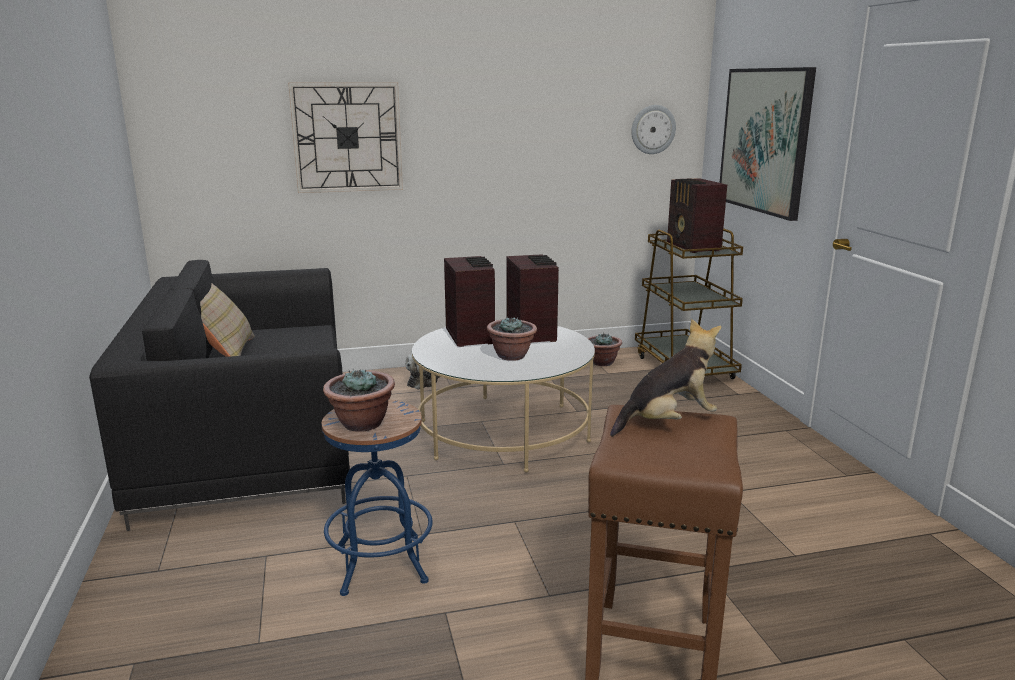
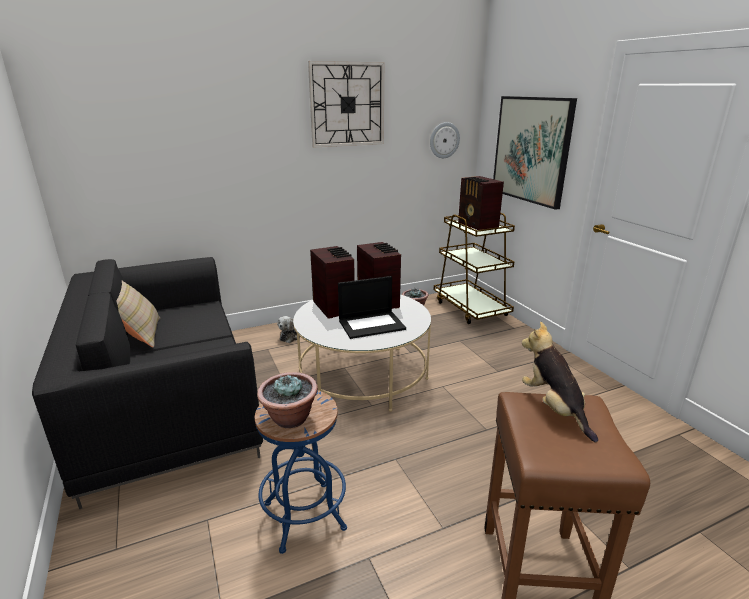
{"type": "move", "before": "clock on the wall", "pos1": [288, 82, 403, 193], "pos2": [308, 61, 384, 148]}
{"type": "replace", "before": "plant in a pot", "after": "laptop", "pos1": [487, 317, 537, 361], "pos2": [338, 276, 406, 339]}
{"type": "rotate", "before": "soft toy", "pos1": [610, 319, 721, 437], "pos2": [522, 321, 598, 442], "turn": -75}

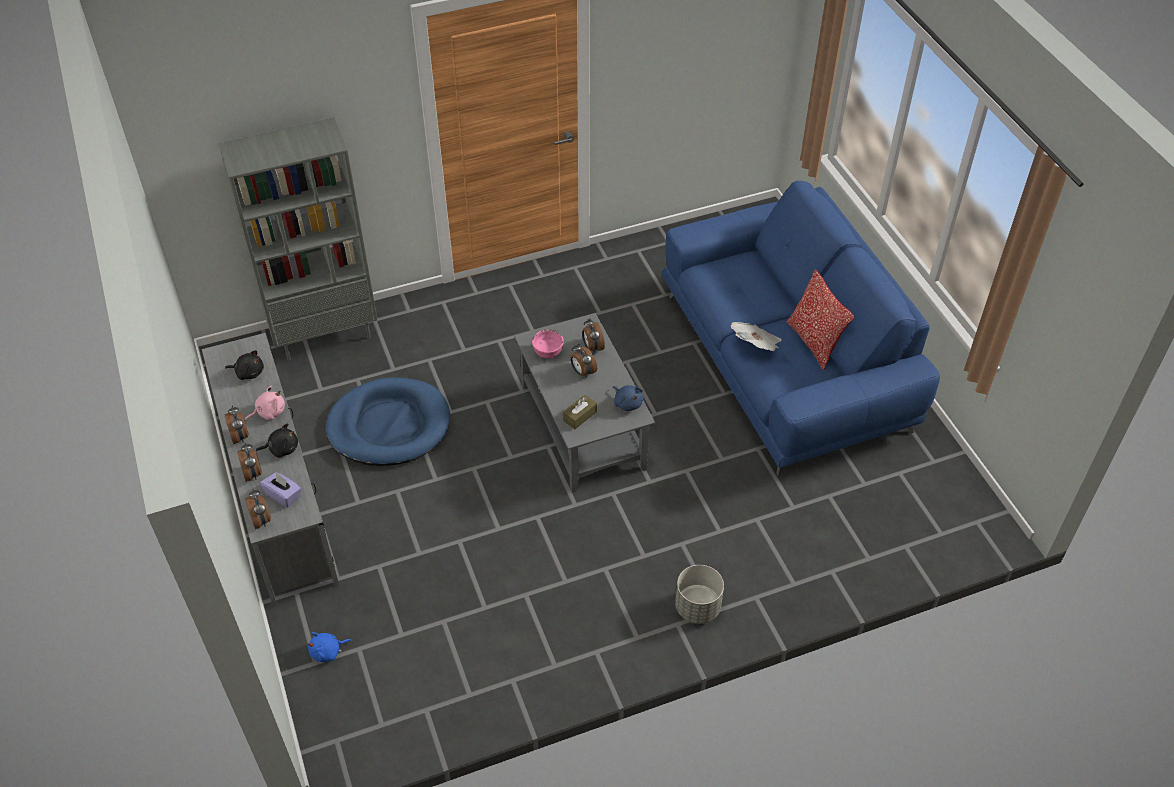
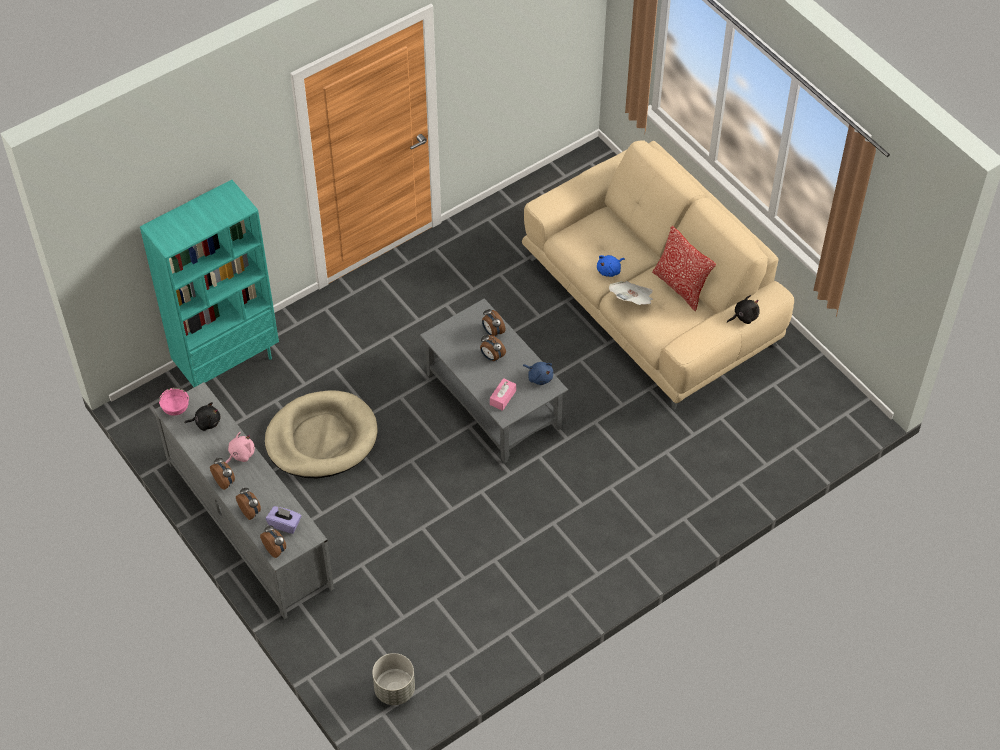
{"type": "recolor", "before": "bookcase (greyish)", "after": "bookcase (turquoise-coloured)", "pos1": [218, 118, 378, 360], "pos2": [140, 180, 279, 387]}
{"type": "move", "before": "soft toy (blackish)", "pos1": [256, 424, 298, 458], "pos2": [727, 295, 760, 324]}
{"type": "move", "before": "soft toy (blue-coloured)", "pos1": [308, 632, 352, 662], "pos2": [597, 255, 625, 277]}
{"type": "recolor", "before": "pet bed (blue-coloured)", "after": "pet bed (beige)", "pos1": [326, 378, 450, 466], "pos2": [265, 390, 378, 479]}
{"type": "move", "before": "bowl (pink-coloured)", "pos1": [532, 330, 564, 358], "pos2": [159, 388, 189, 416]}
{"type": "recolor", "before": "tissue box (brown)", "after": "tissue box (pink-coloured)", "pos1": [563, 395, 597, 429], "pos2": [490, 378, 516, 411]}
{"type": "recolor", "before": "sofa (blue-coloured)", "after": "sofa (beige)", "pos1": [661, 181, 940, 476], "pos2": [522, 141, 794, 410]}
{"type": "move", "before": "flower pot (greyish)", "pos1": [675, 565, 724, 624], "pos2": [372, 653, 415, 705]}

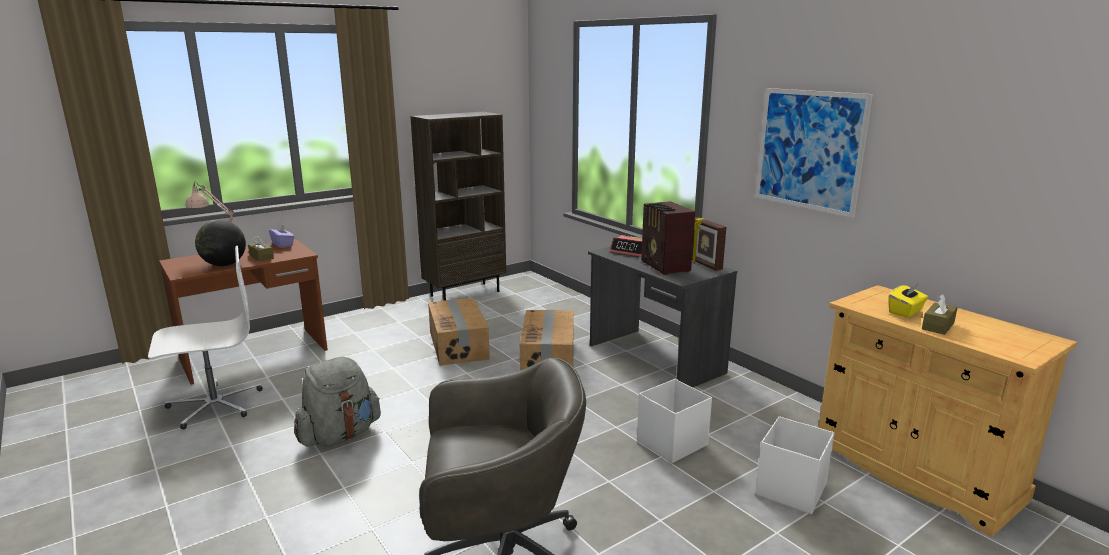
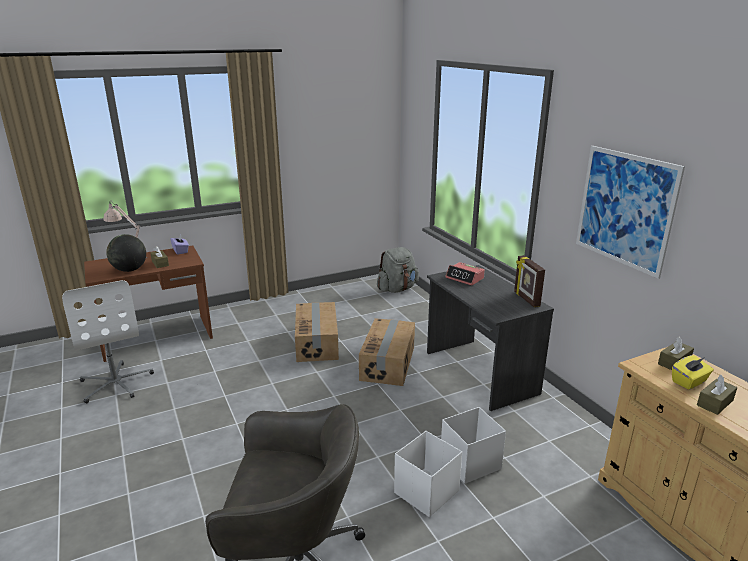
{"type": "rotate", "before": "computer chair (whitish)", "pos1": [148, 246, 263, 429], "pos2": [62, 280, 154, 403], "turn": 75}
{"type": "move", "before": "knapsack (greyish)", "pos1": [294, 357, 381, 447], "pos2": [377, 247, 419, 293]}
{"type": "delete", "before": "bookcase (brown)", "pos1": [410, 112, 506, 301]}
{"type": "delete", "before": "radio", "pos1": [641, 201, 695, 275]}
{"type": "move", "before": "storage bin (whitish)", "pos1": [755, 416, 835, 514], "pos2": [394, 431, 462, 517]}
{"type": "insert", "after": "tissue box (brown)", "pos2": [658, 336, 694, 370]}

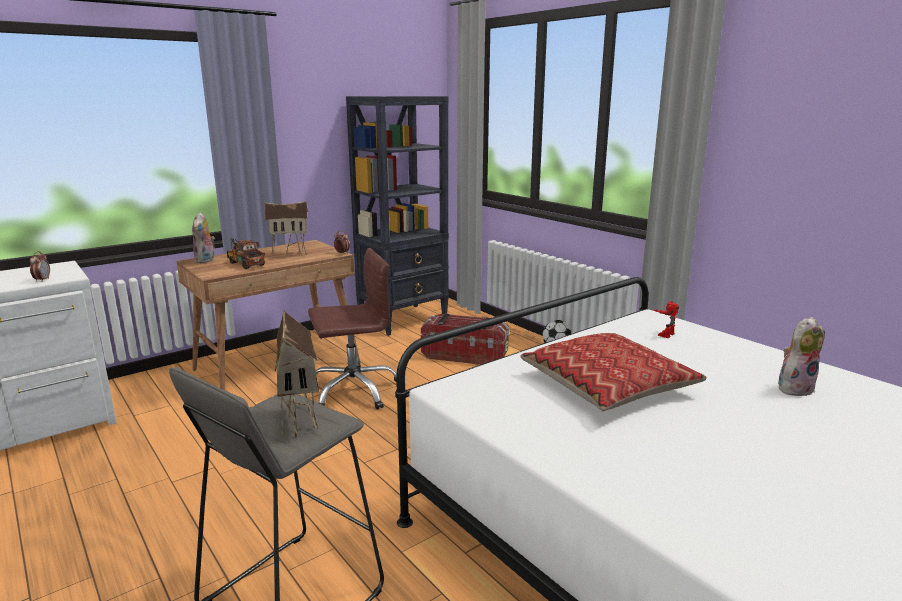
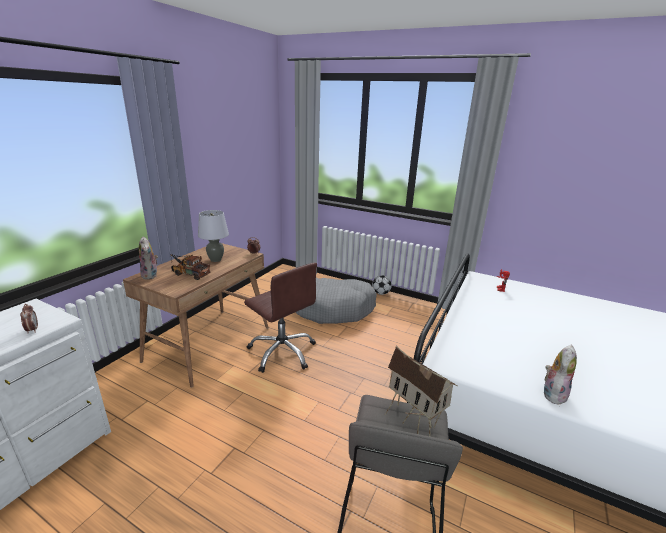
{"type": "replace", "before": "model house", "after": "tabletop lamp (greyish)", "pos1": [264, 201, 308, 257], "pos2": [198, 210, 229, 262]}
{"type": "rotate", "before": "computer chair (brown)", "pos1": [308, 248, 397, 410], "pos2": [244, 262, 317, 373], "turn": 90}
{"type": "delete", "before": "bookcase (blackish)", "pos1": [346, 96, 449, 336]}
{"type": "replace", "before": "storage bin", "after": "pet bed (greyish)", "pos1": [421, 314, 509, 365], "pos2": [296, 277, 377, 324]}
{"type": "delete", "before": "throw pillow", "pos1": [520, 333, 707, 411]}
{"type": "move", "before": "soft toy", "pos1": [778, 317, 825, 396], "pos2": [543, 345, 577, 404]}

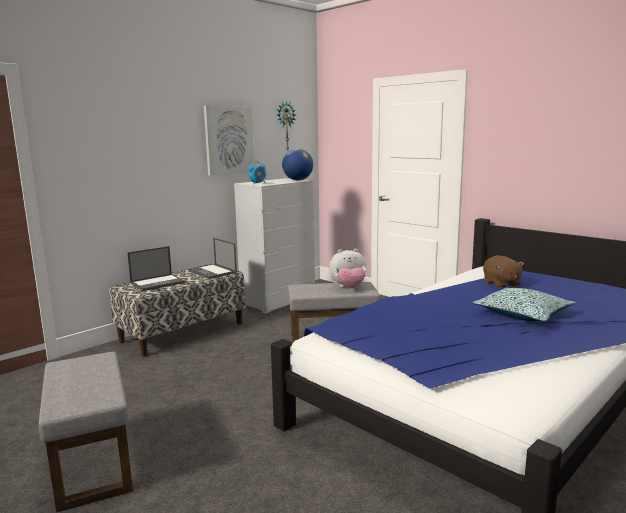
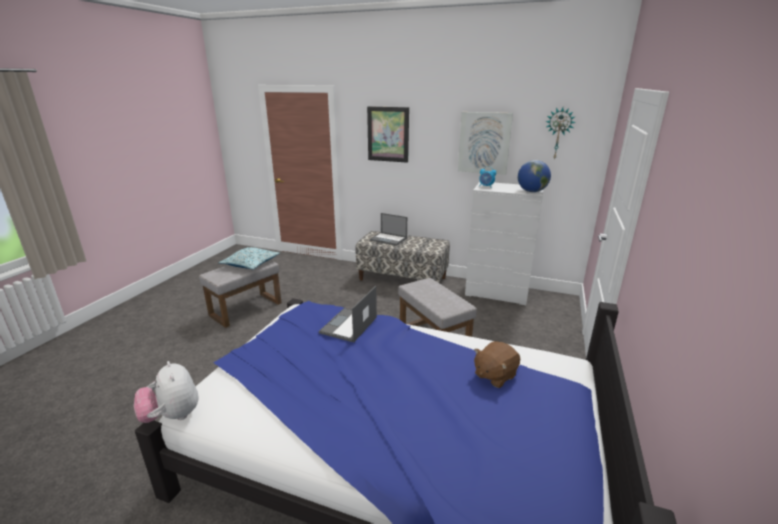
{"type": "move", "before": "laptop", "pos1": [188, 238, 237, 279], "pos2": [319, 286, 377, 343]}
{"type": "move", "before": "soft toy", "pos1": [330, 249, 366, 288], "pos2": [134, 361, 198, 423]}
{"type": "move", "before": "throw pillow", "pos1": [472, 287, 576, 322], "pos2": [219, 247, 280, 269]}
{"type": "insert", "after": "wall art", "pos2": [367, 106, 409, 163]}

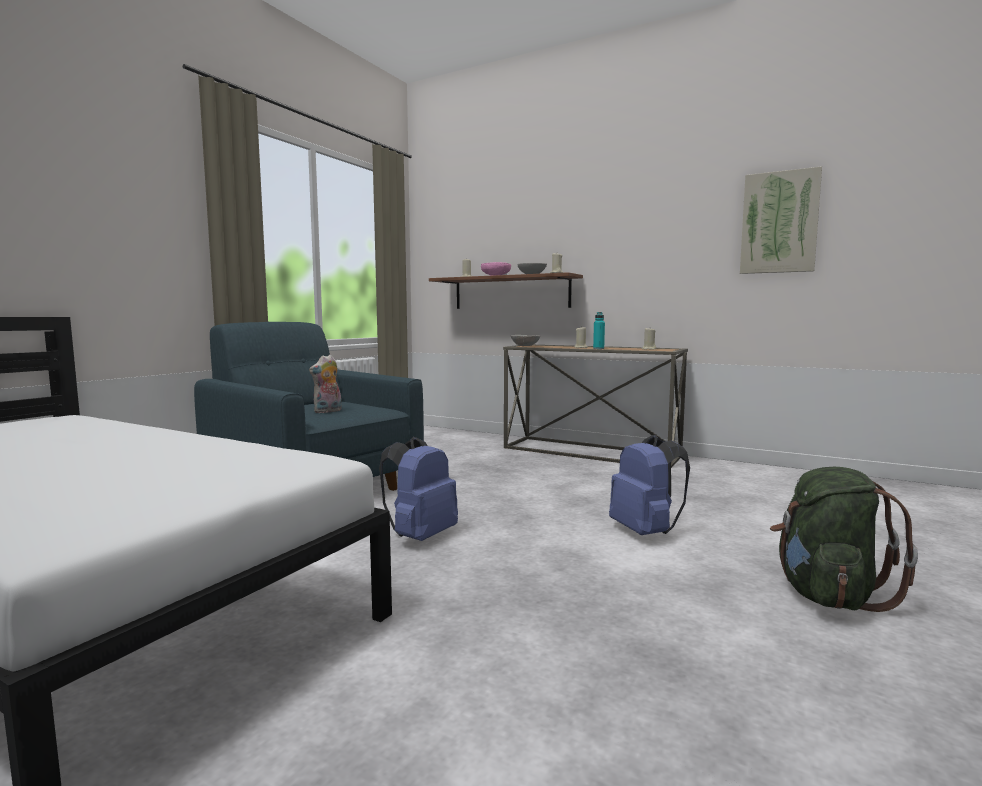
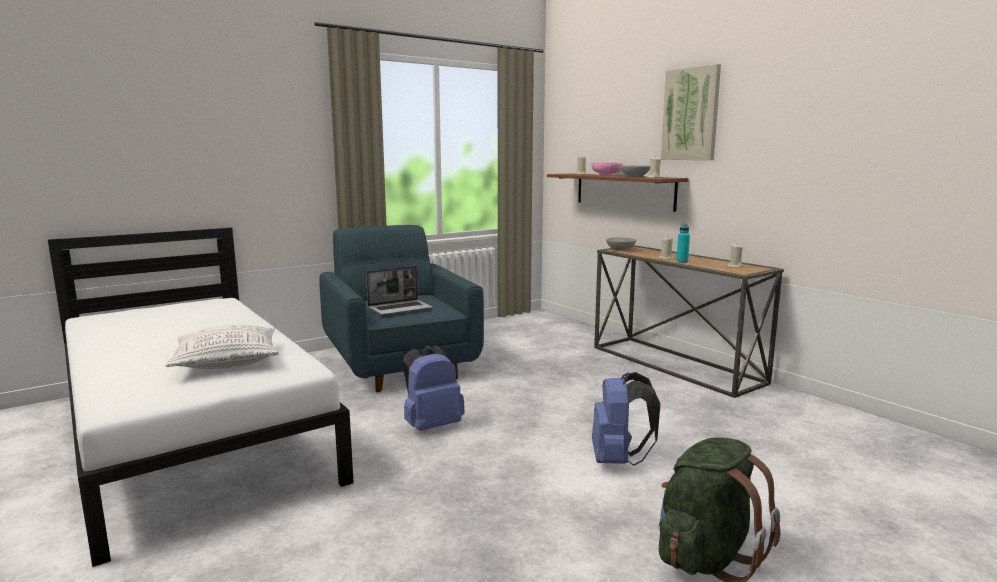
{"type": "replace", "before": "soft toy", "after": "laptop", "pos1": [309, 355, 342, 413], "pos2": [366, 266, 433, 316]}
{"type": "move", "before": "wall art", "pos1": [740, 166, 822, 274], "pos2": [661, 64, 721, 160]}
{"type": "insert", "after": "throw pillow", "pos2": [165, 325, 279, 369]}

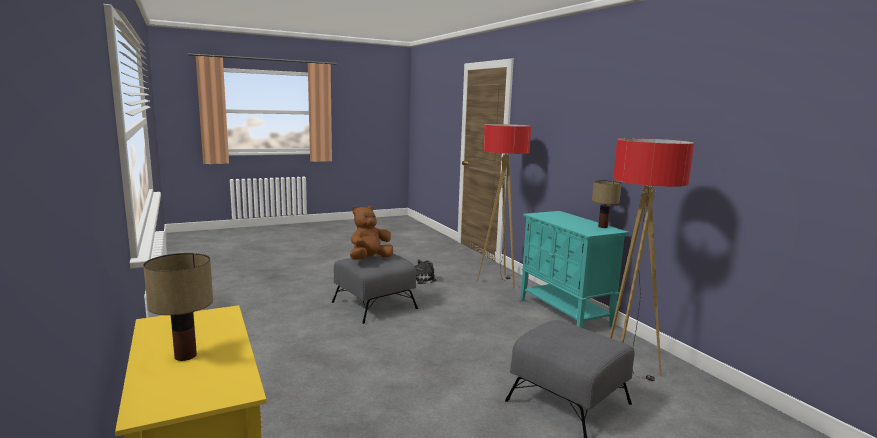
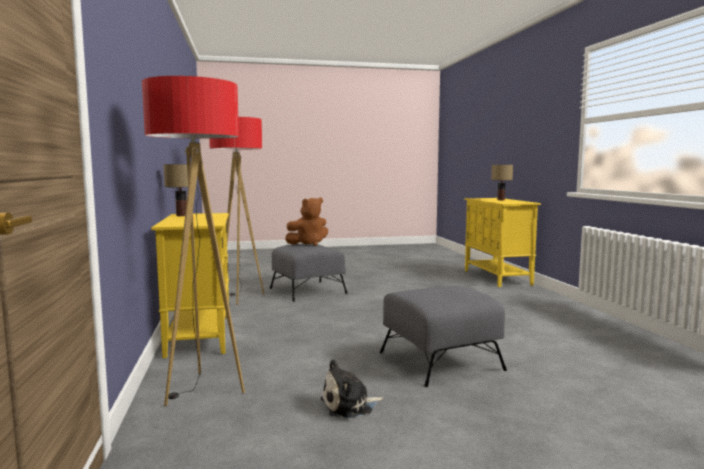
{"type": "move", "before": "soft toy (brown)", "pos1": [350, 206, 393, 260], "pos2": [285, 197, 328, 246]}
{"type": "recolor", "before": "cabinet (turquoise-coloured)", "after": "cabinet (yellowish)", "pos1": [521, 211, 629, 328], "pos2": [151, 213, 229, 358]}

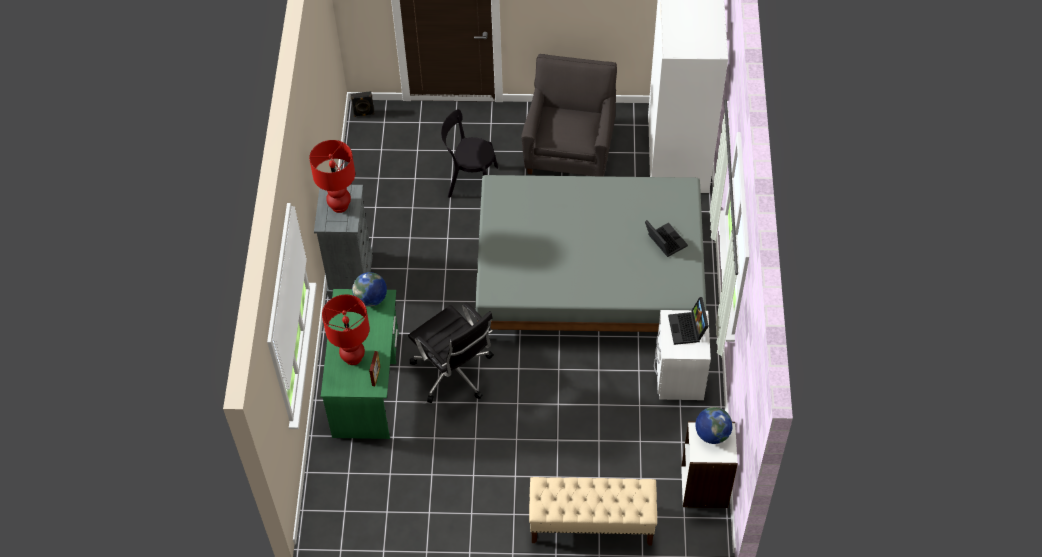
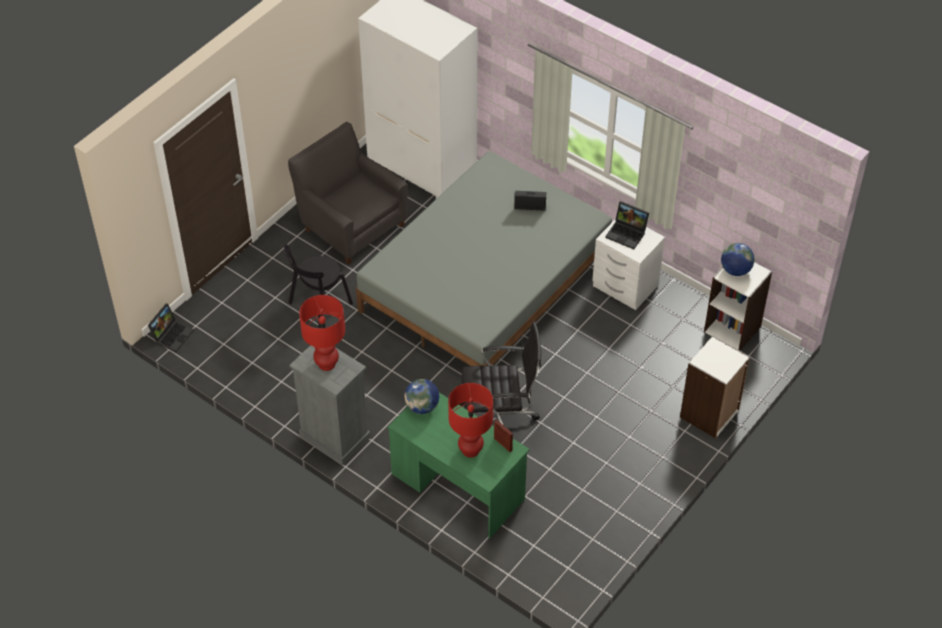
{"type": "replace", "before": "speaker (blackish)", "after": "laptop", "pos1": [350, 91, 375, 117], "pos2": [148, 304, 194, 352]}
{"type": "replace", "before": "bench (beige)", "after": "bookcase (whitish)", "pos1": [529, 477, 657, 545], "pos2": [680, 336, 750, 438]}

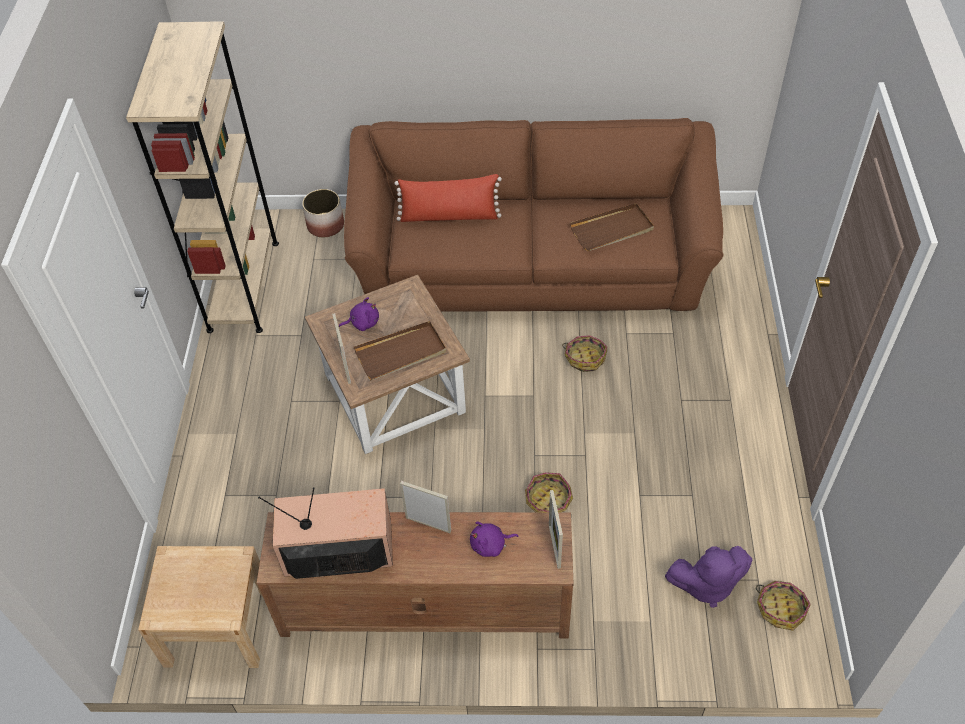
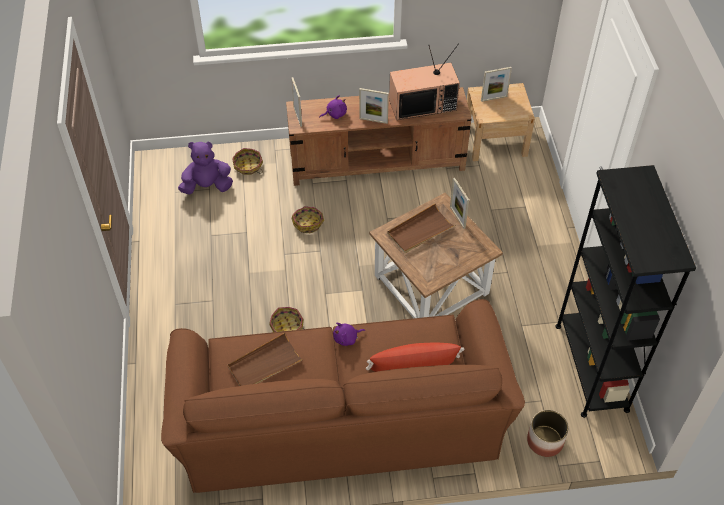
{"type": "recolor", "before": "bookcase (beige)", "after": "bookcase (blackish)", "pos1": [126, 21, 279, 333], "pos2": [555, 165, 696, 418]}
{"type": "move", "before": "soft toy (purple-coloured)", "pos1": [339, 297, 379, 331], "pos2": [333, 322, 365, 346]}
{"type": "move", "before": "storage basket", "pos1": [756, 581, 811, 631], "pos2": [232, 148, 263, 175]}
{"type": "insert", "after": "photo frame", "pos2": [481, 67, 512, 102]}

